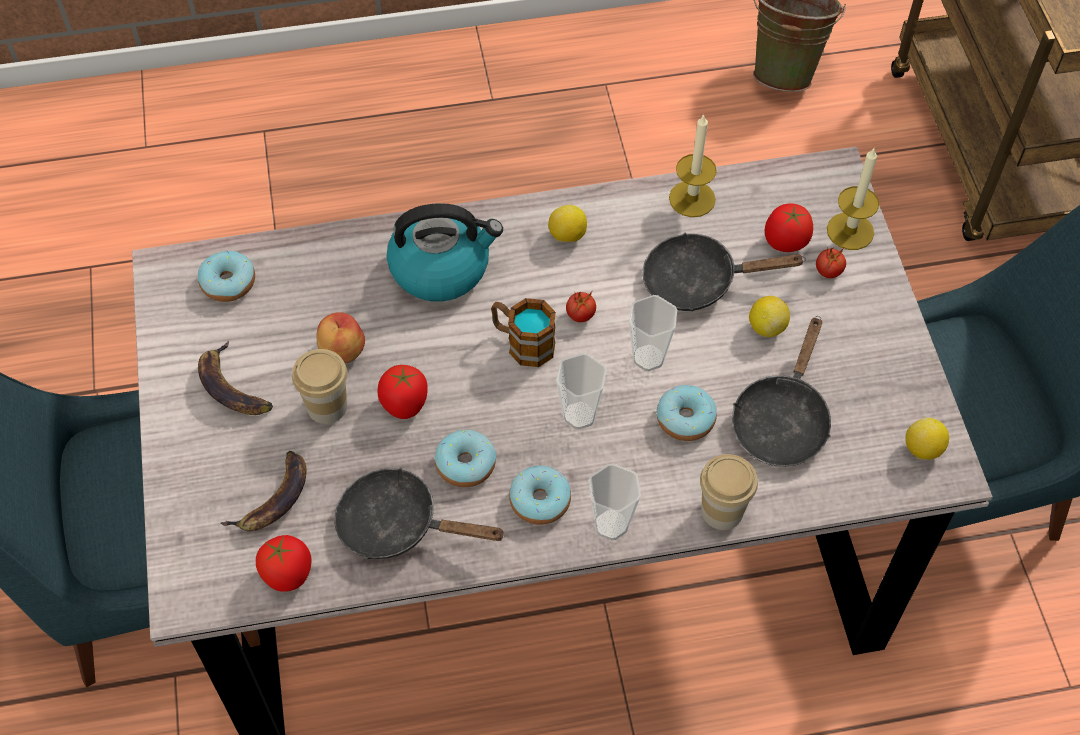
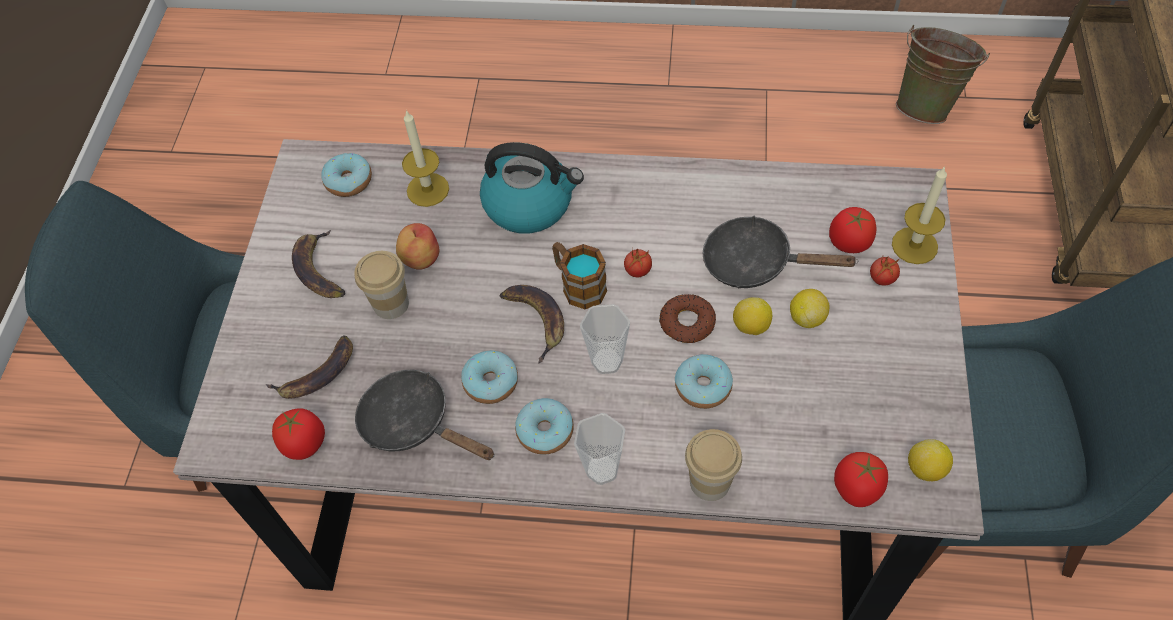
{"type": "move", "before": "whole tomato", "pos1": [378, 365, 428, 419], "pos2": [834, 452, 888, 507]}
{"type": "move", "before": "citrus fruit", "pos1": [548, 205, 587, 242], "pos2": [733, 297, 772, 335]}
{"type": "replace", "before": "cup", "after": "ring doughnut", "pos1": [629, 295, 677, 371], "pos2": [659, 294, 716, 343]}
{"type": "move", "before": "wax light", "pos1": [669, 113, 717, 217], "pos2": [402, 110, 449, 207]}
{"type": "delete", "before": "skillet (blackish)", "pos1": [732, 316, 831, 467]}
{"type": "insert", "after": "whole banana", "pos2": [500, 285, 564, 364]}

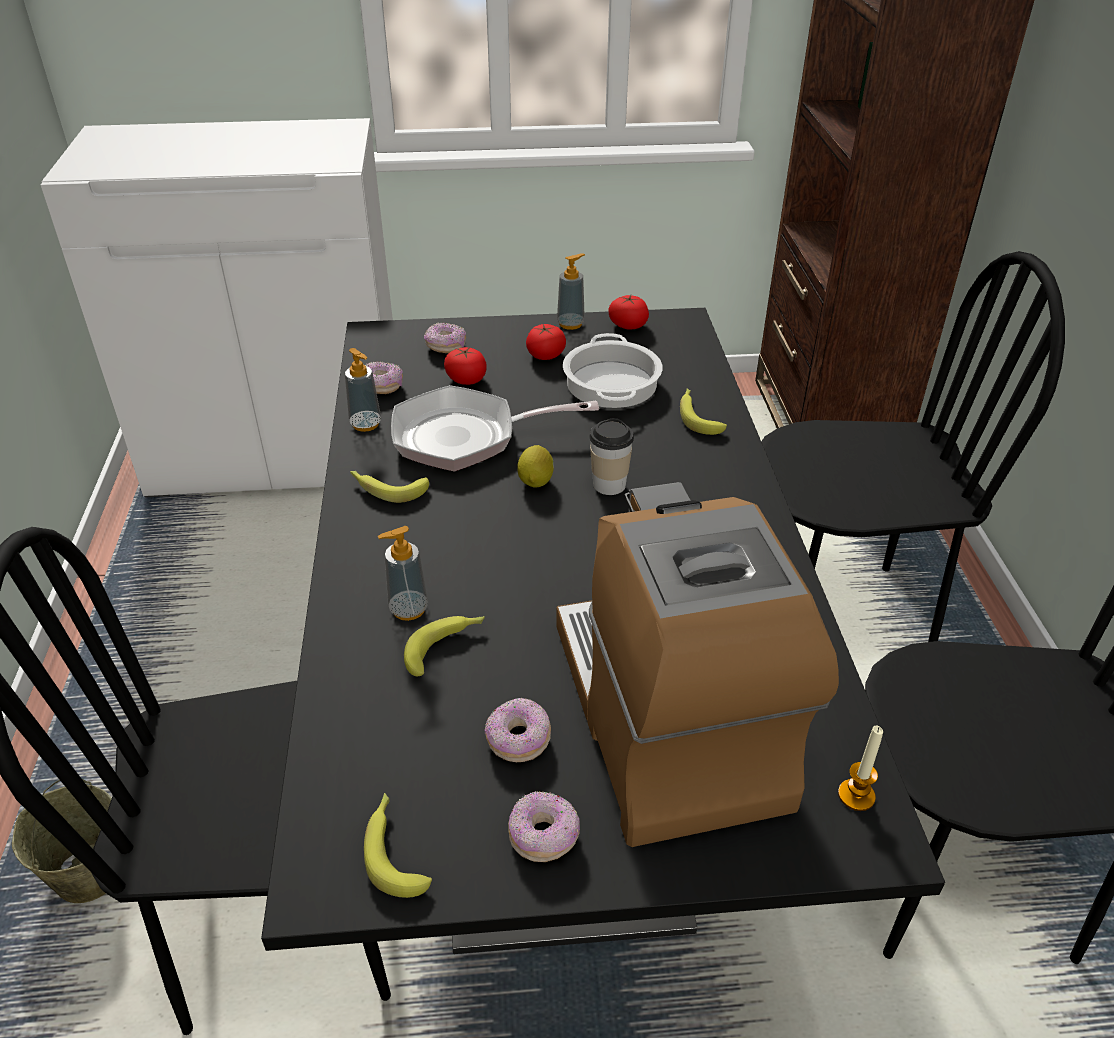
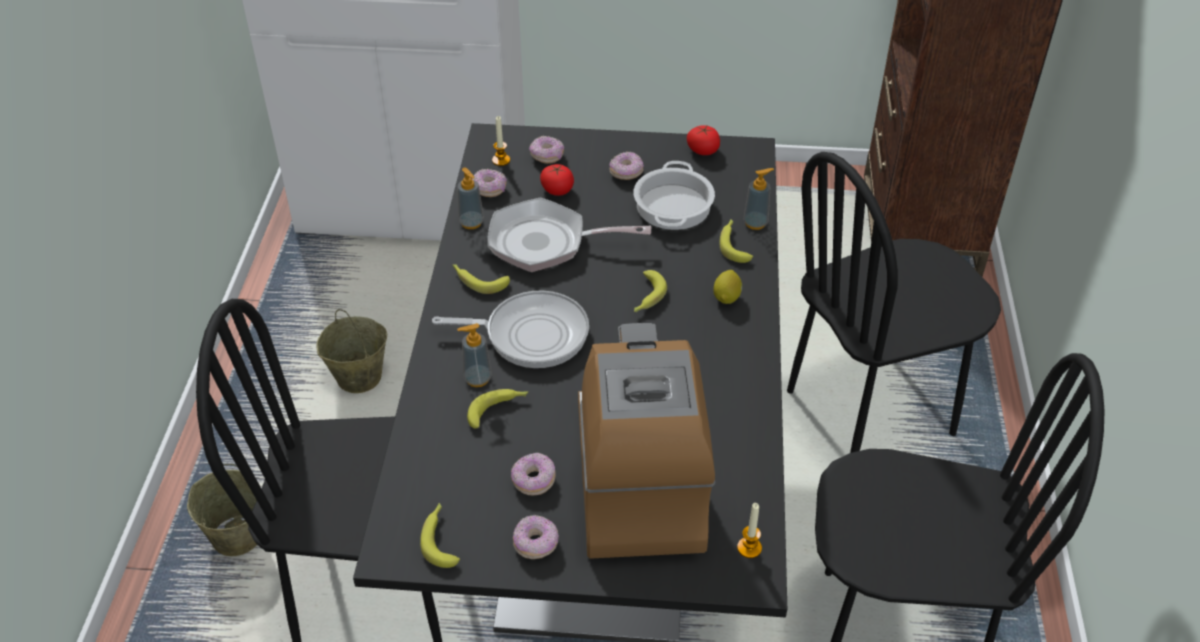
{"type": "move", "before": "citrus fruit", "pos1": [518, 445, 554, 487], "pos2": [713, 270, 742, 304]}
{"type": "replace", "before": "whole tomato", "after": "ring doughnut", "pos1": [526, 324, 566, 360], "pos2": [609, 151, 644, 180]}
{"type": "move", "before": "soap bottle", "pos1": [557, 253, 585, 330], "pos2": [743, 168, 774, 230]}
{"type": "replace", "before": "cup", "after": "whole banana", "pos1": [589, 418, 634, 495], "pos2": [634, 270, 667, 312]}
{"type": "rotate", "before": "upright chair (blackish)", "pos1": [762, 251, 1065, 642], "pos2": [787, 152, 1001, 453], "turn": 150}
{"type": "insert", "after": "pail (beige)", "pos2": [317, 309, 387, 393]}
{"type": "insert", "after": "skillet", "pos2": [432, 290, 589, 368]}
{"type": "insert", "after": "wax light", "pos2": [492, 116, 510, 166]}

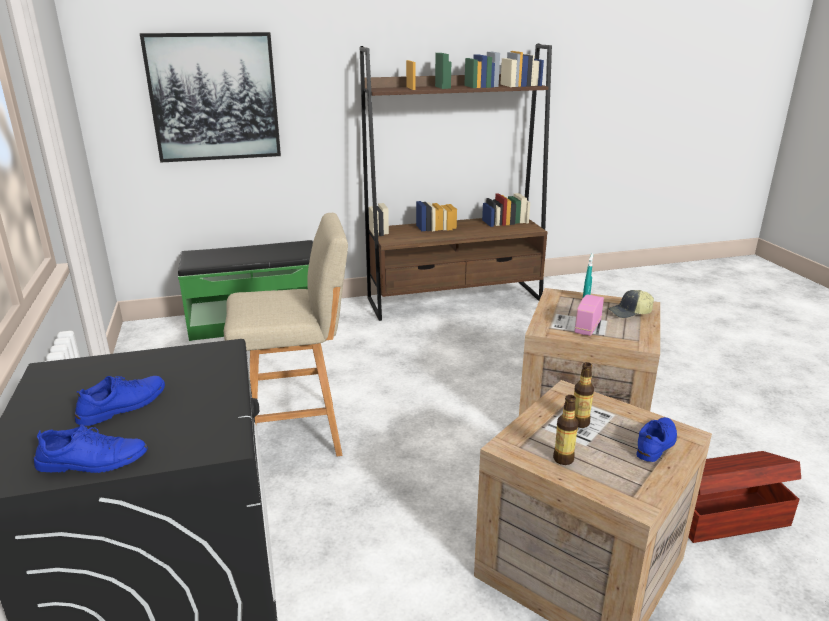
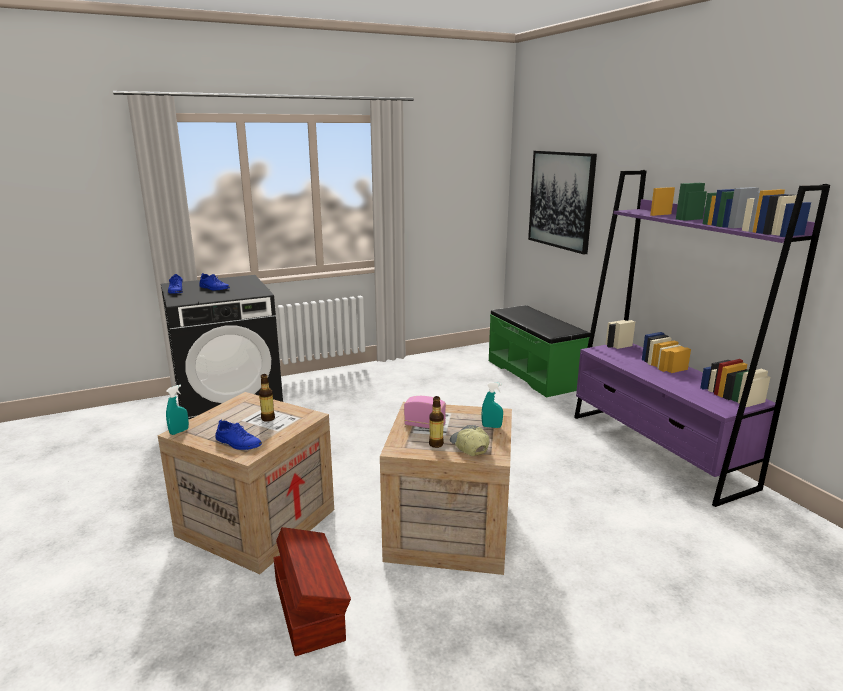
{"type": "delete", "before": "stool (beige)", "pos1": [224, 213, 348, 456]}
{"type": "recolor", "before": "bookcase (brown)", "after": "bookcase (purple-coloured)", "pos1": [360, 44, 552, 321], "pos2": [574, 170, 830, 507]}
{"type": "move", "before": "bottle", "pos1": [553, 395, 578, 465], "pos2": [429, 396, 444, 448]}
{"type": "insert", "after": "sprayer (turquoise-coloured)", "pos2": [166, 385, 189, 435]}

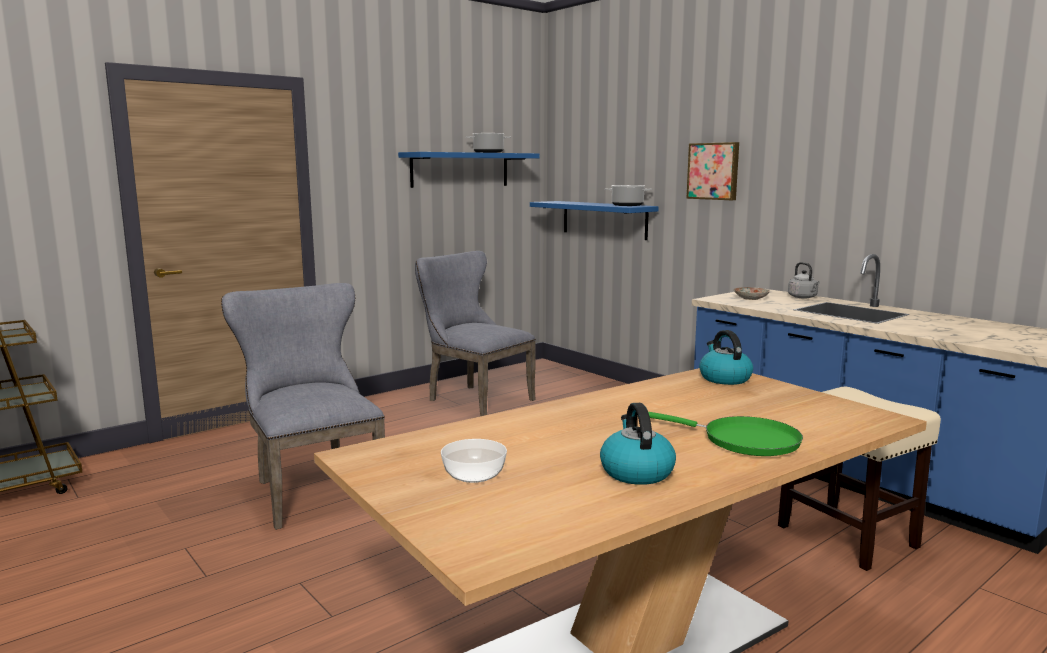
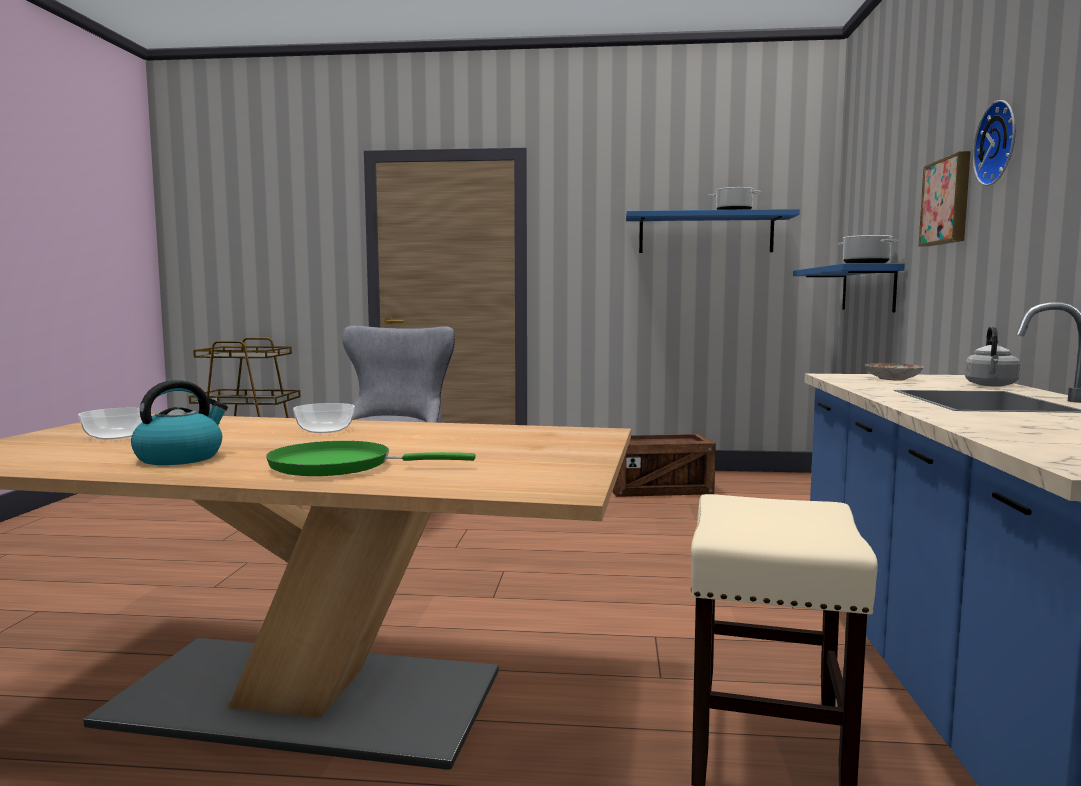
{"type": "replace", "before": "upright chair (greyish)", "after": "crate", "pos1": [415, 251, 536, 416], "pos2": [612, 434, 716, 497]}
{"type": "rotate", "before": "skillet (green-coloured)", "pos1": [648, 412, 803, 456], "pos2": [266, 441, 476, 476], "turn": 105}
{"type": "delete", "before": "kettle", "pos1": [699, 330, 753, 385]}
{"type": "insert", "after": "bowl", "pos2": [293, 403, 355, 433]}
{"type": "insert", "after": "clock on the wall", "pos2": [973, 100, 1015, 186]}

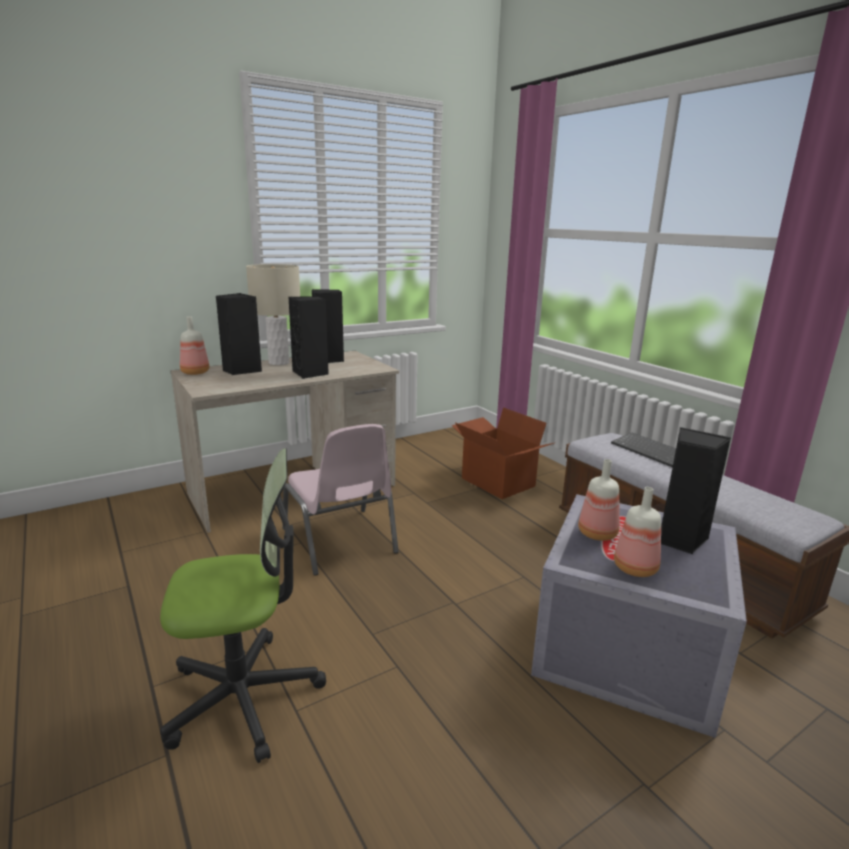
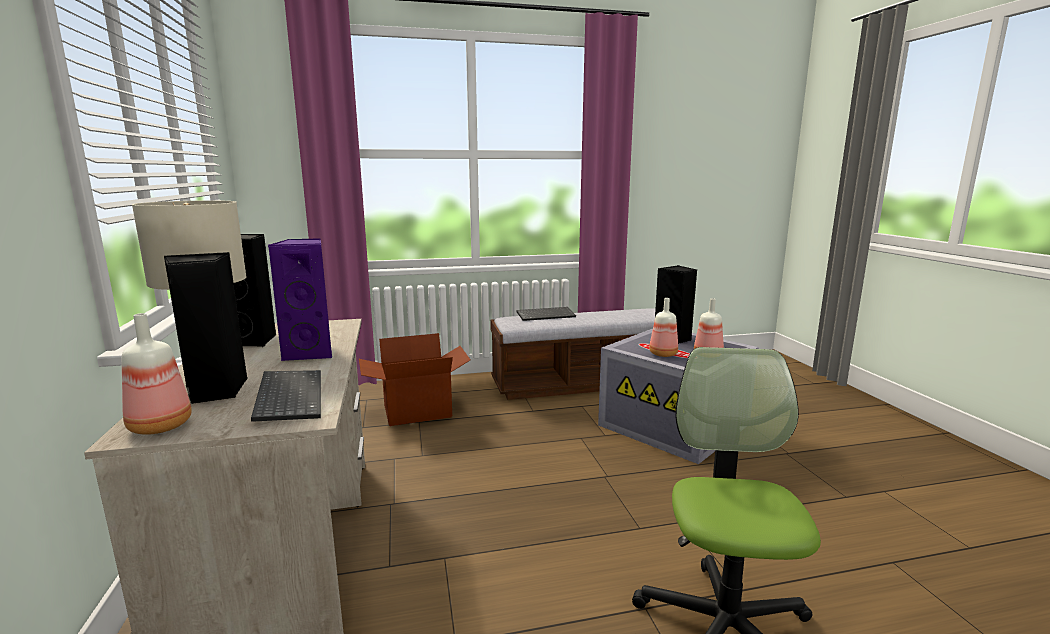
{"type": "delete", "before": "upright chair (pink-coloured)", "pos1": [282, 424, 399, 576]}
{"type": "recolor", "before": "speaker (blackish)", "after": "speaker (purple-coloured)", "pos1": [288, 296, 329, 379], "pos2": [268, 238, 332, 361]}
{"type": "insert", "after": "keyboard", "pos2": [251, 370, 321, 422]}

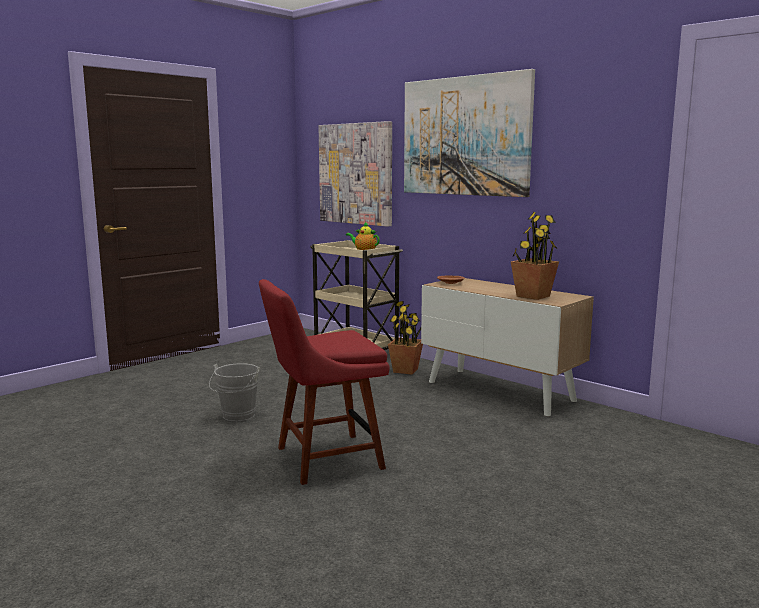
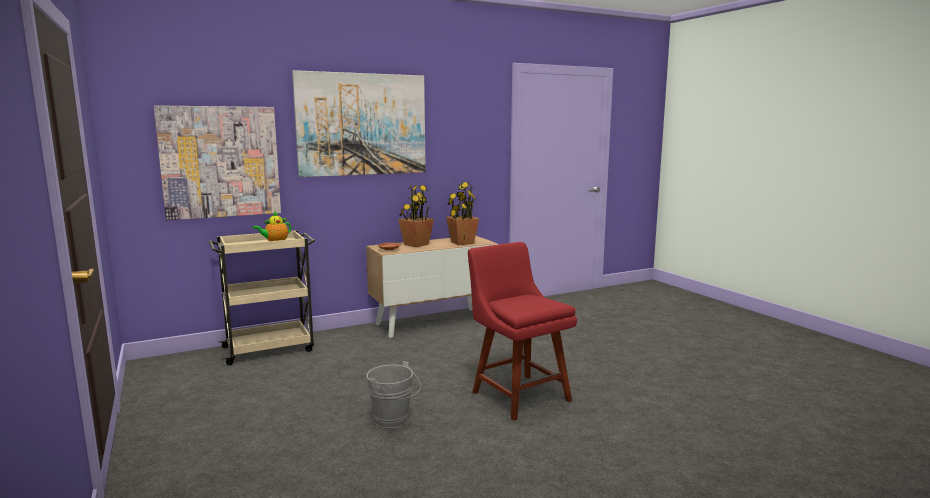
{"type": "rotate", "before": "upright chair (red-coloured)", "pos1": [259, 279, 390, 485], "pos2": [468, 242, 577, 421], "turn": 150}
{"type": "move", "before": "plant in a pot", "pos1": [388, 301, 423, 375], "pos2": [398, 183, 434, 247]}

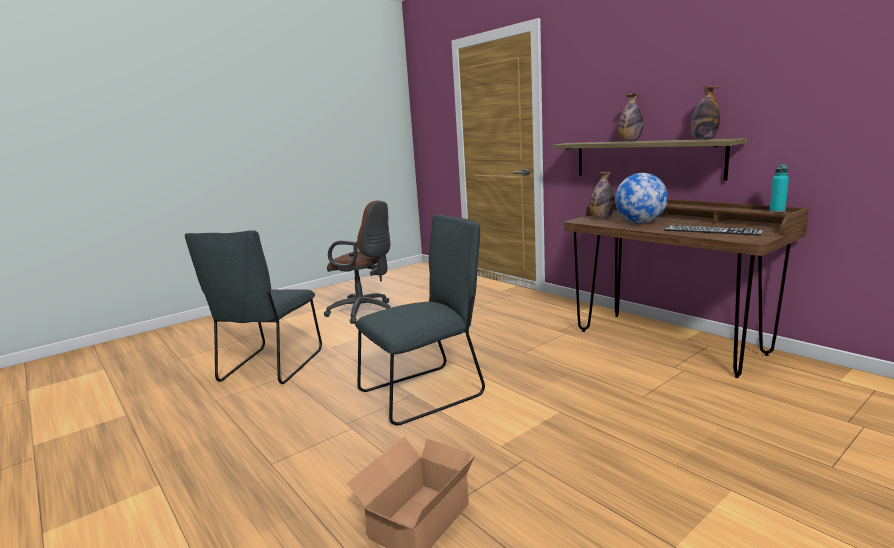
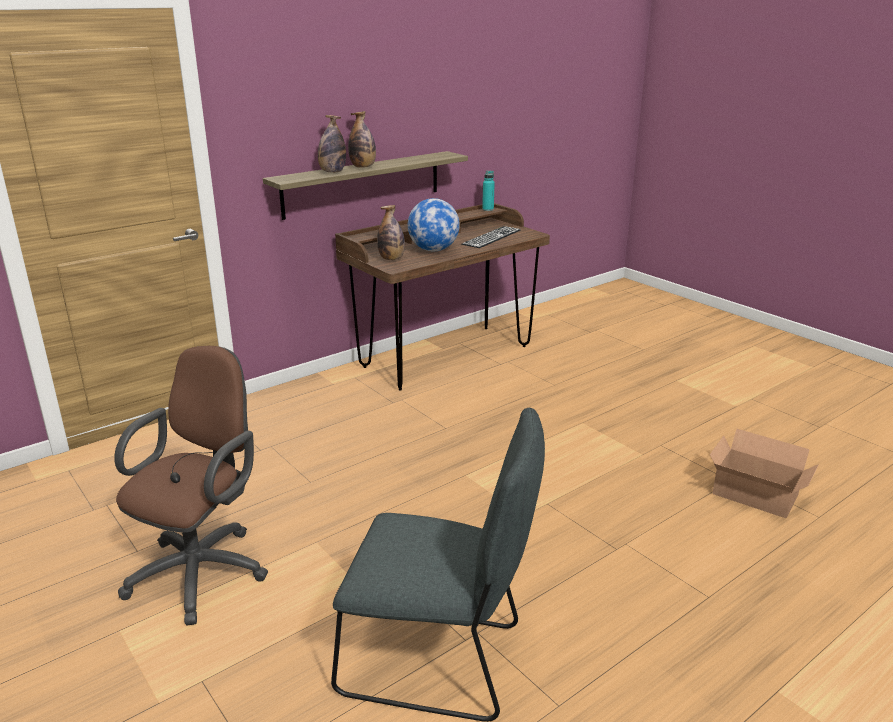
{"type": "delete", "before": "upright chair (greyish)", "pos1": [355, 214, 485, 426]}
{"type": "move", "before": "bottle", "pos1": [691, 86, 720, 140], "pos2": [318, 115, 346, 173]}

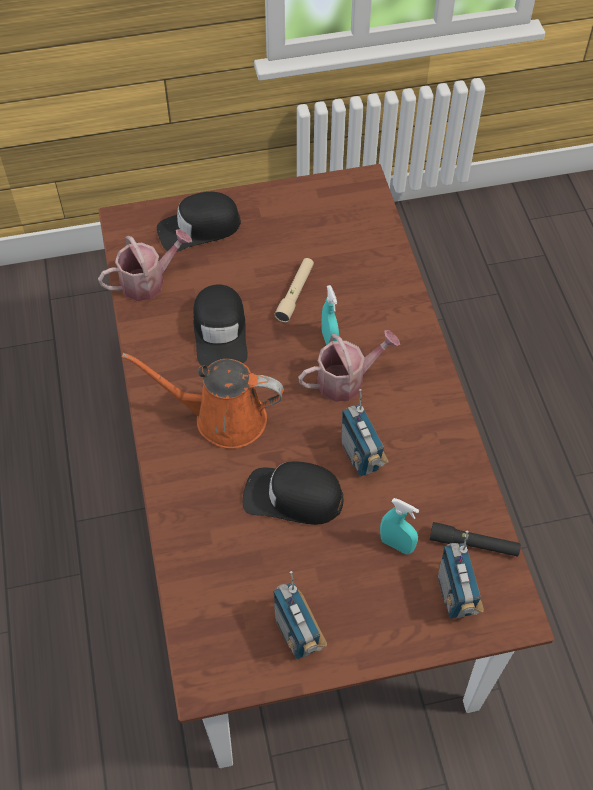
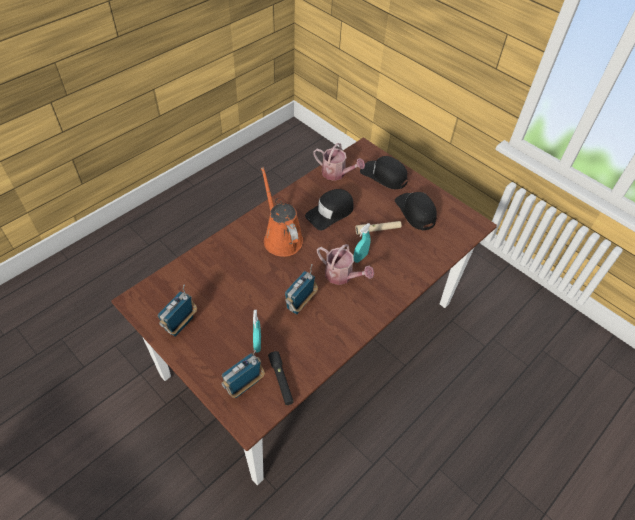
{"type": "move", "before": "cap (blackish)", "pos1": [243, 461, 343, 525], "pos2": [395, 192, 437, 230]}

